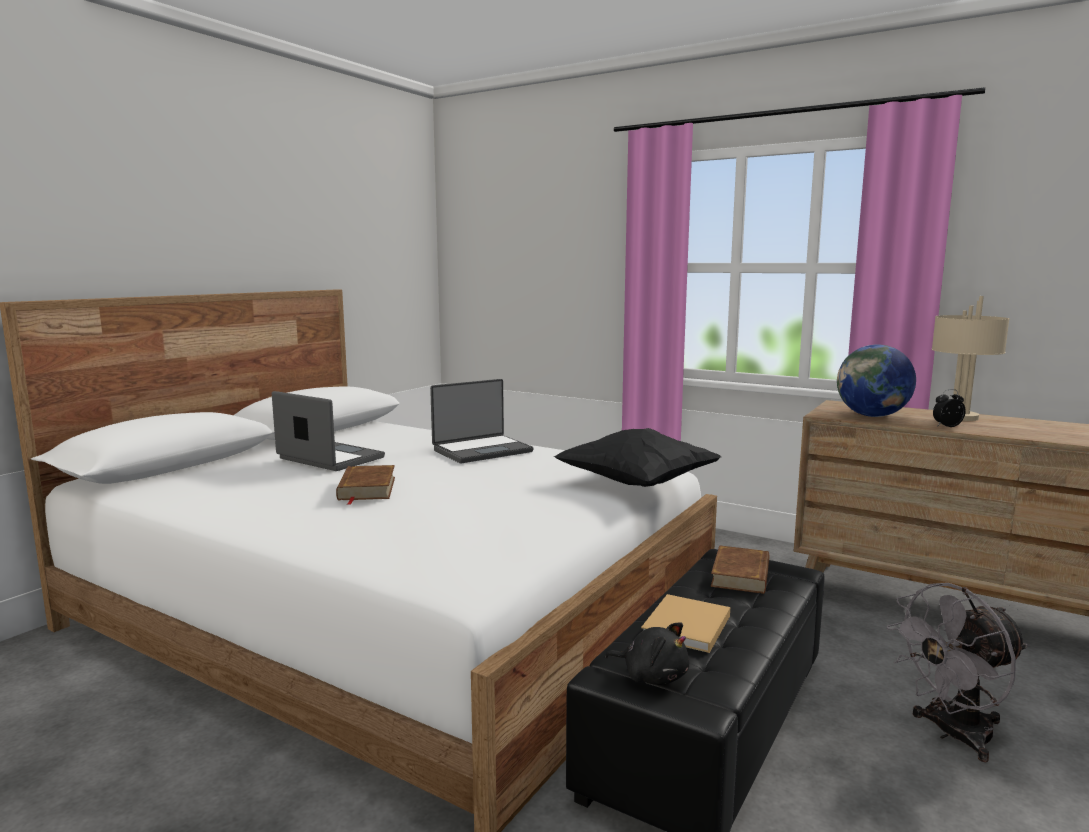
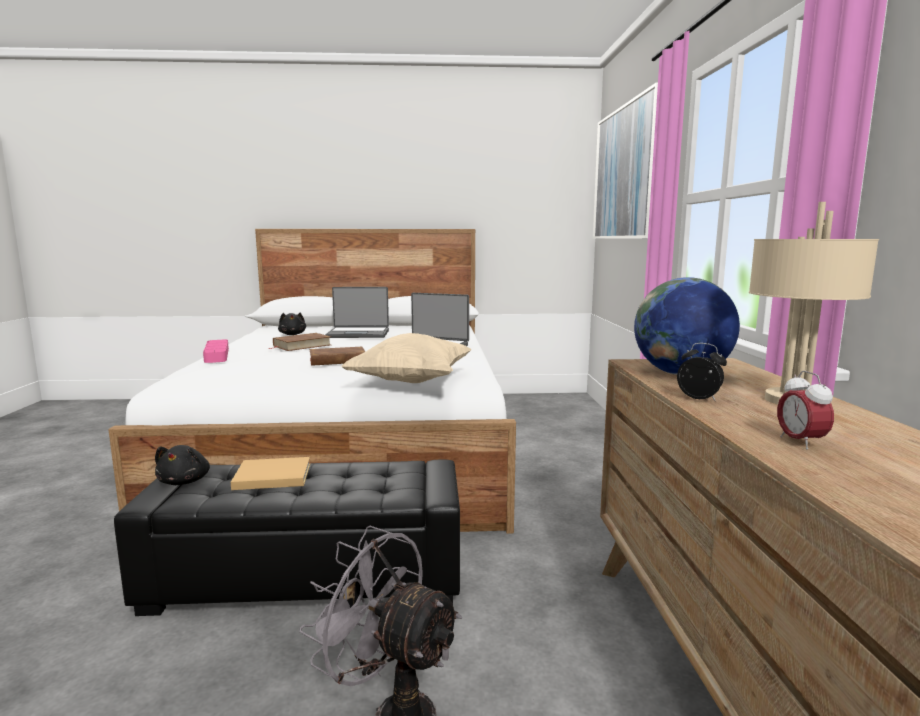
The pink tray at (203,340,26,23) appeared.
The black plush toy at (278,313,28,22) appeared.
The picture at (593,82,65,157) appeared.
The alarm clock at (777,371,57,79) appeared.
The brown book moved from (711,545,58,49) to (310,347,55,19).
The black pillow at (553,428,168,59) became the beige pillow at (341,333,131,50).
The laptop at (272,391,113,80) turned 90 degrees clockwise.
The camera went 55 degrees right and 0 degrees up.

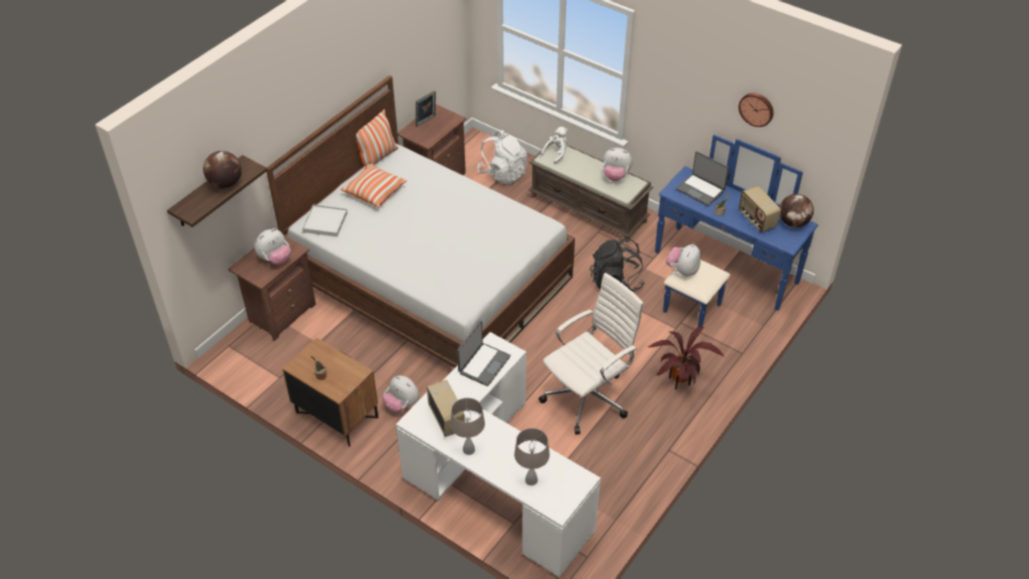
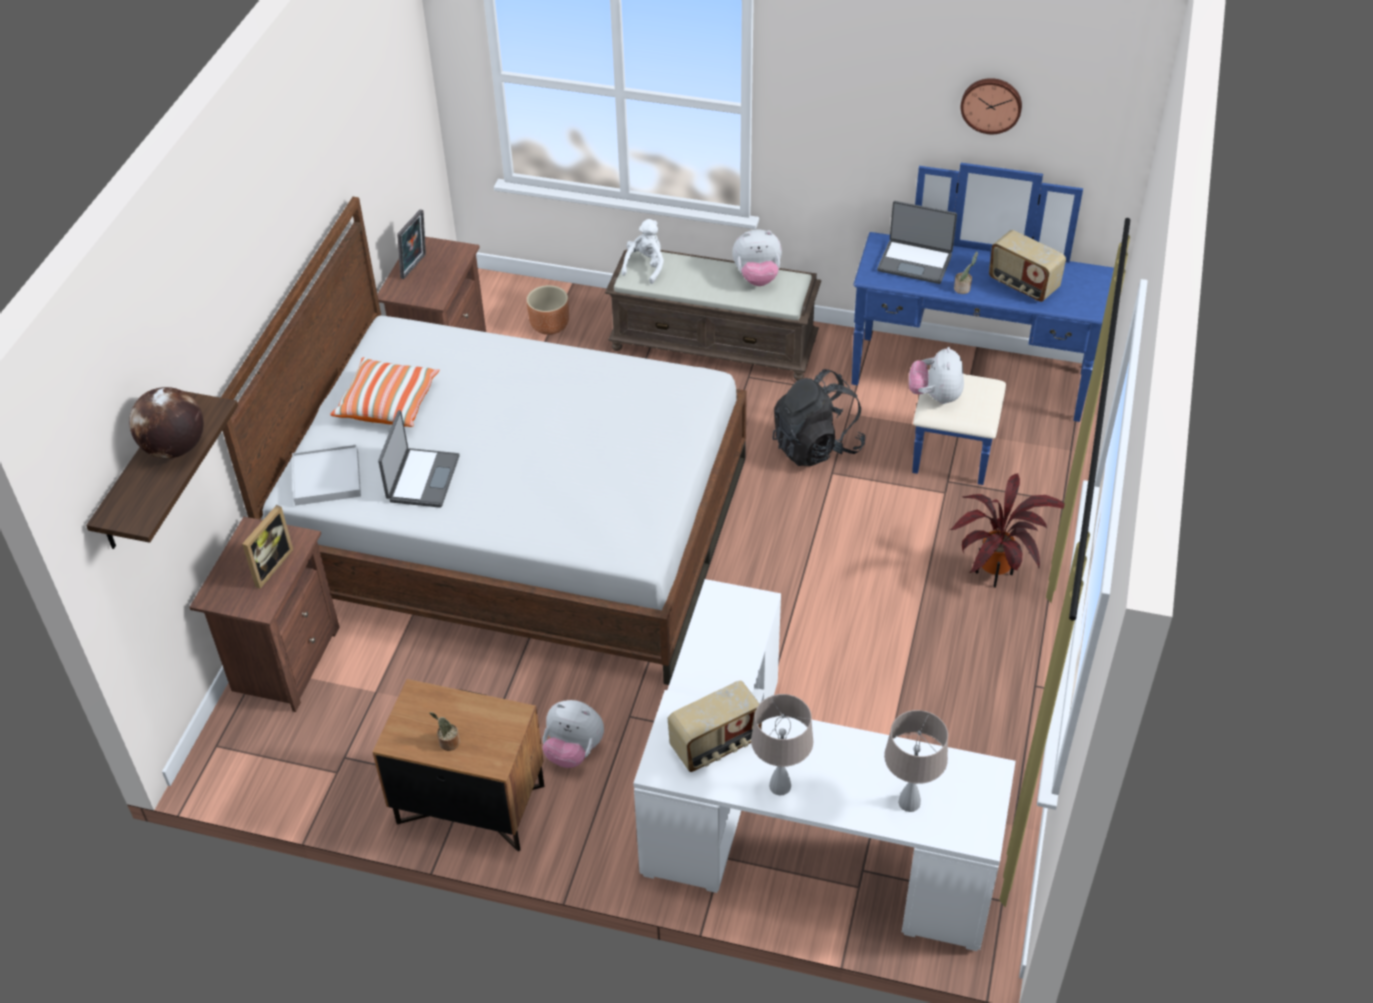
The pillow at (356,109,42,61) disappeared.
The white office chair at (539,273,105,161) disappeared.
The globe at (780,194,34,33) disappeared.
The laptop moved from (457,321,54,65) to (378,410,82,98).
The plush toy at (254,228,37,37) was replaced by the picture frame at (242,505,51,84).
The white backpack at (477,130,51,55) was replaced by the brown planter at (526,285,43,50).
The radio at (427,380,38,57) turned 105 degrees clockwise.
The camera went 20 degrees left and 0 degrees up.

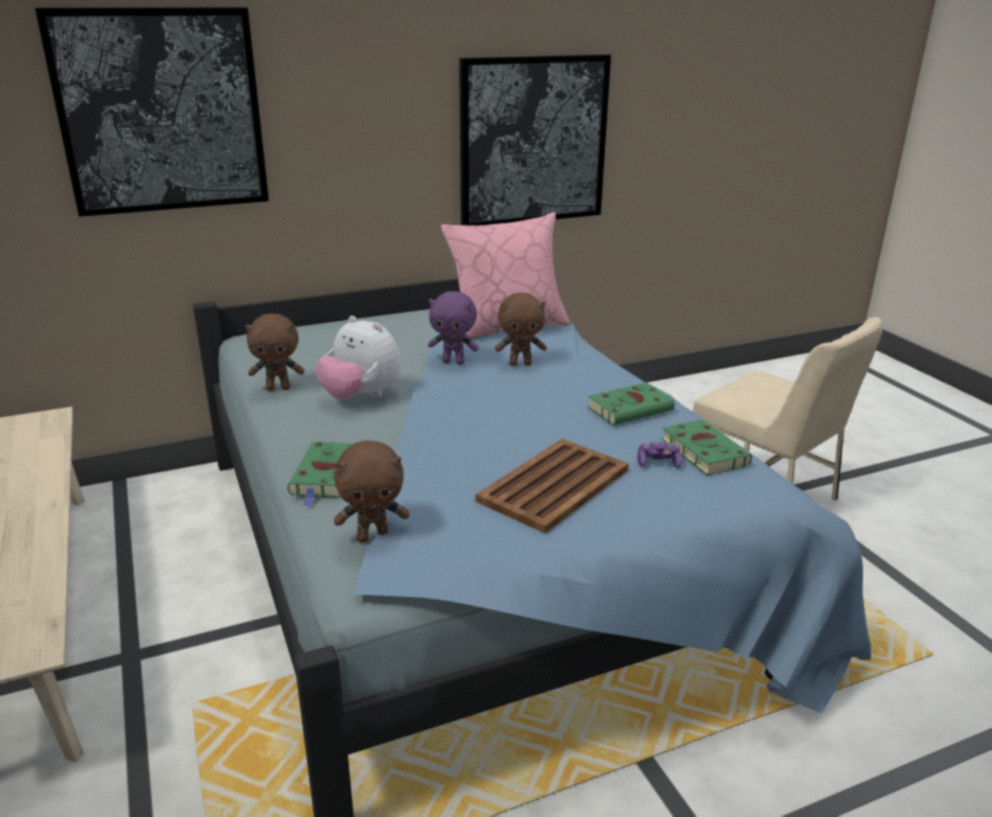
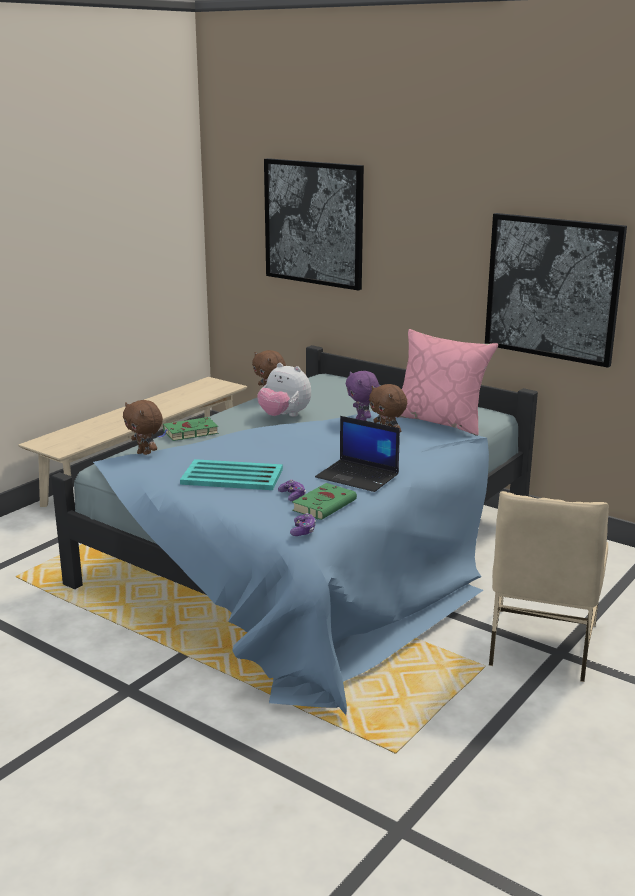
The game controller at (290,513,26,23) appeared.
The green book at (587,383,88,42) was replaced by the laptop at (315,416,85,76).
The brown tray at (475,439,154,94) became the turquoise tray at (180,459,103,31).
The plush toy at (316,316,85,84) turned 60 degrees counterclockwise.
The camera went 60 degrees right and 5 degrees down.

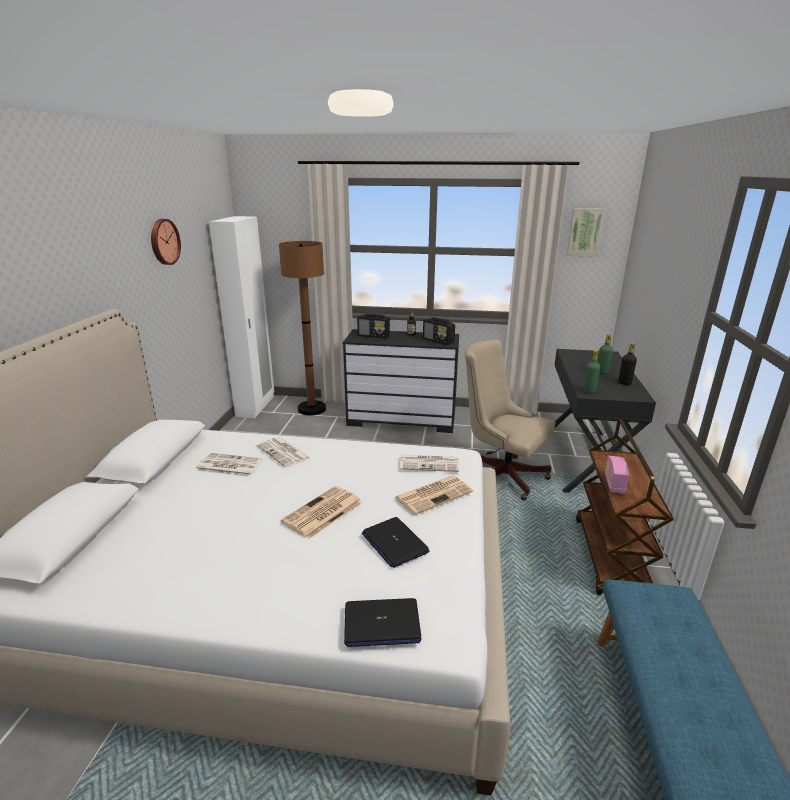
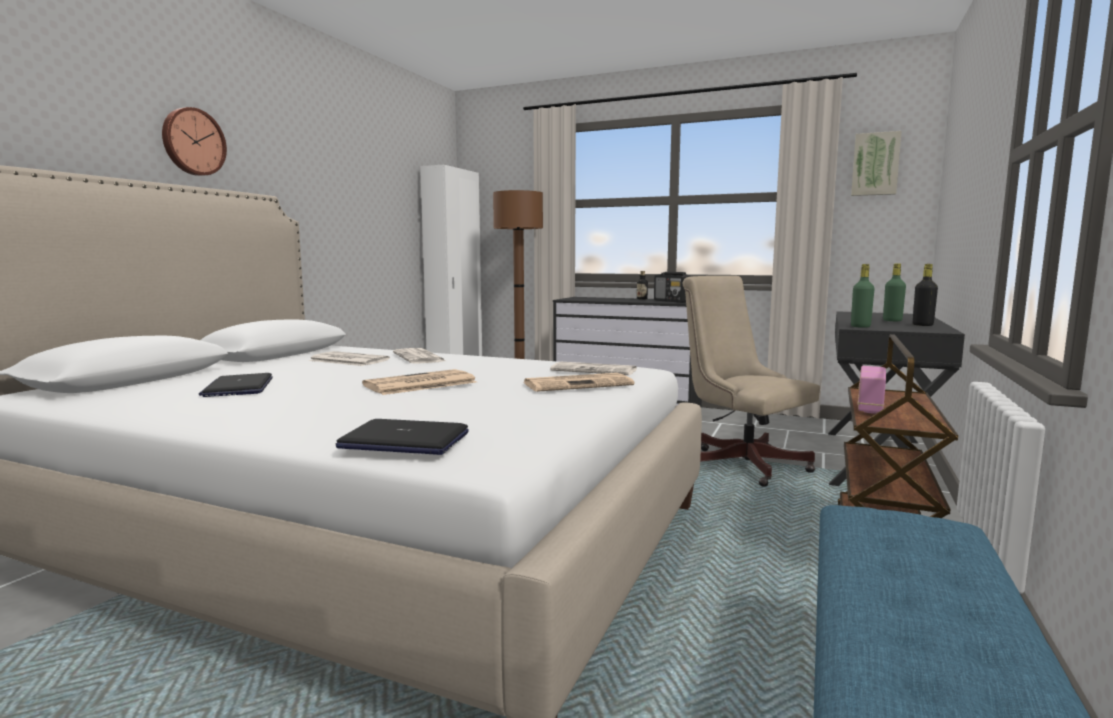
The radio at (357,314,33,25) disappeared.
The wall clock moved from (151,219,30,46) to (162,107,65,69).
The laptop moved from (362,517,68,51) to (199,373,74,24).
The camera went 15 degrees right and 15 degrees down.

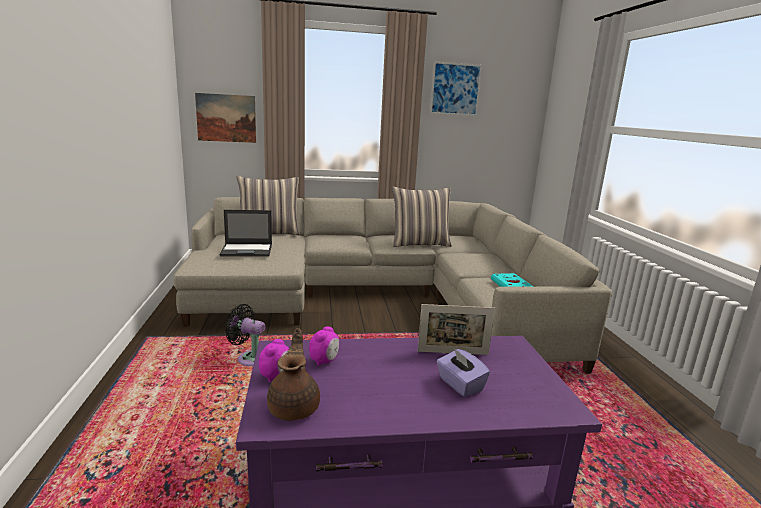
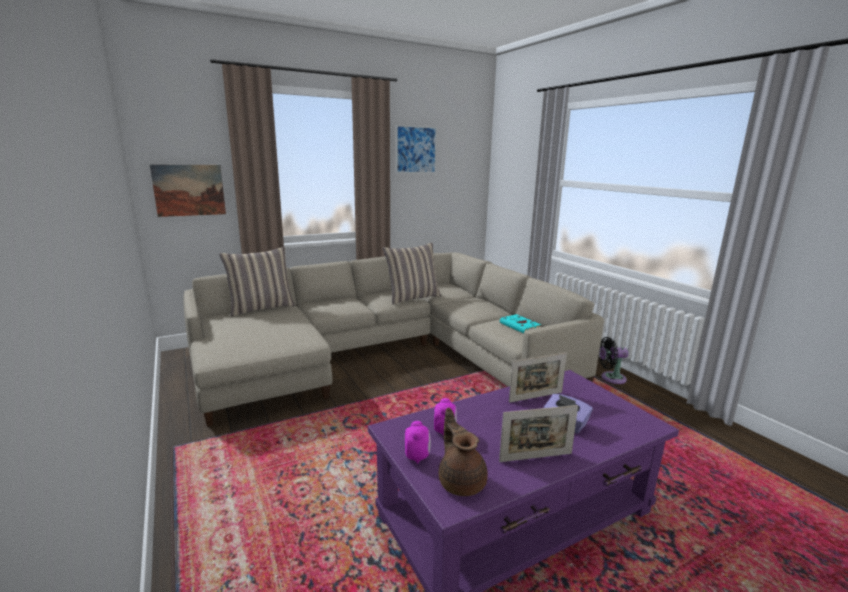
The laptop at (219,210,53,47) disappeared.
The picture frame at (499,405,79,57) appeared.
The black fan moved from (225,304,40,62) to (598,337,31,47).
The camera went 20 degrees left and 0 degrees up.

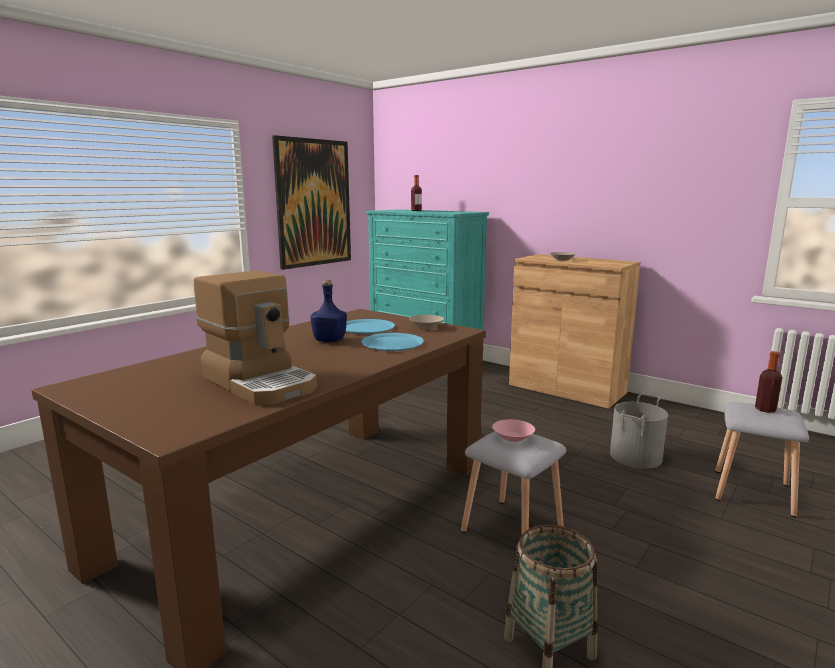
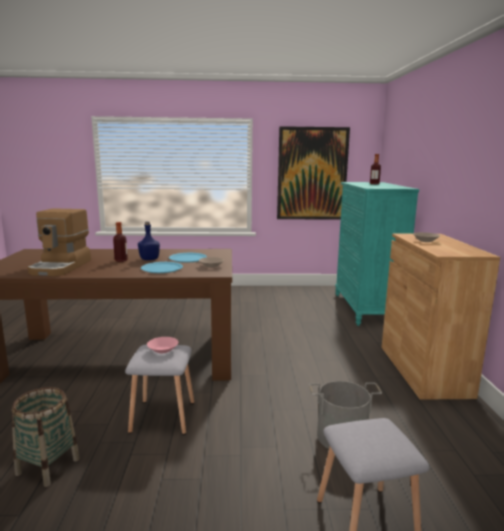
The bottle moved from (755,351,27,62) to (113,222,15,40).
The camera went 50 degrees right and 0 degrees up.

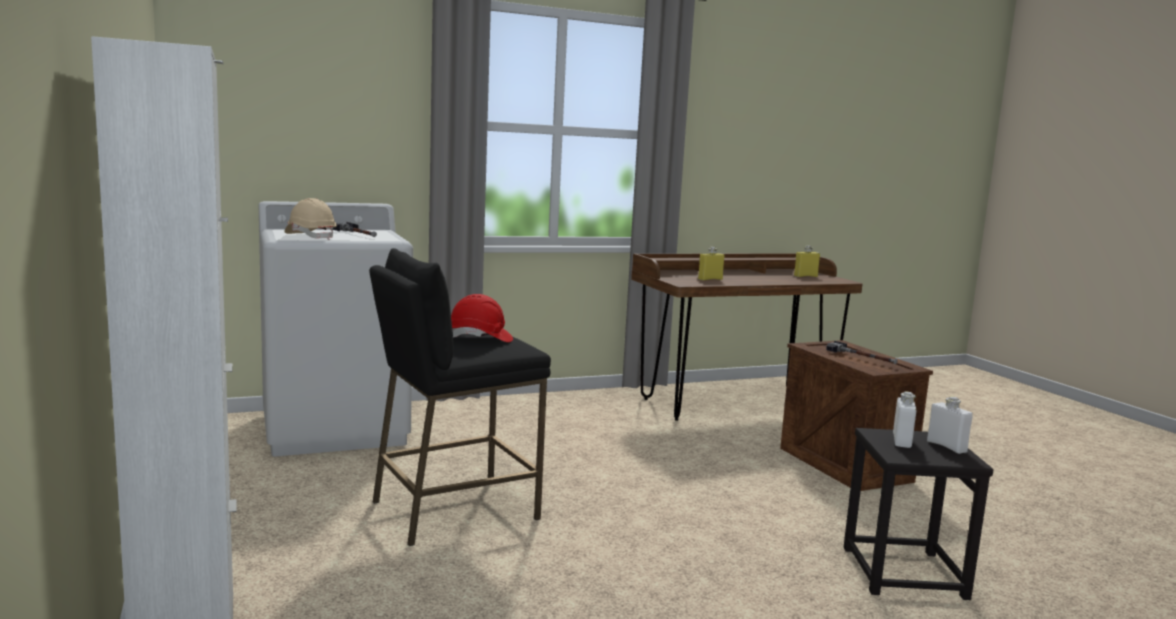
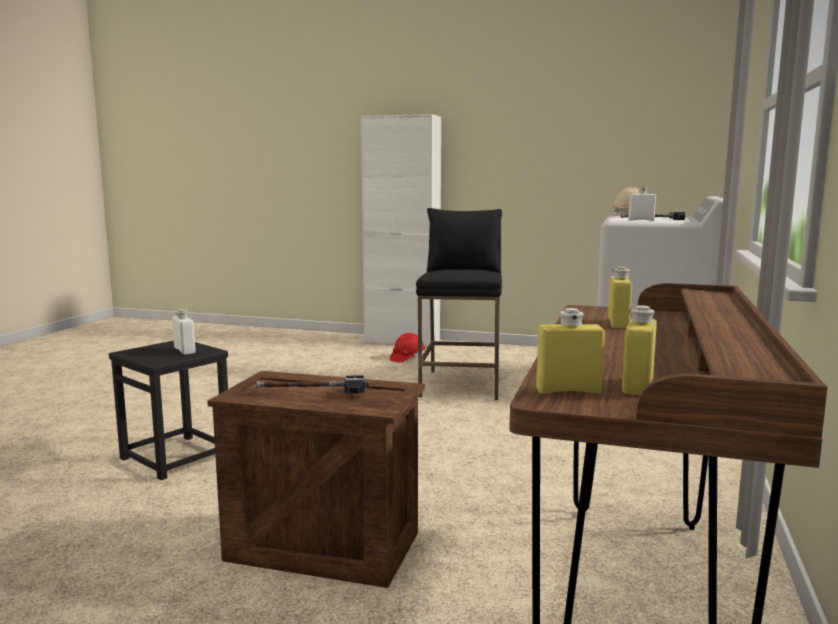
The yellow bottle at (536,308,69,86) appeared.
The red hard hat moved from (451,294,62,48) to (390,333,35,30).
The white bottle moved from (927,397,46,57) to (628,187,28,34).
The camera went 130 degrees right and 0 degrees up.

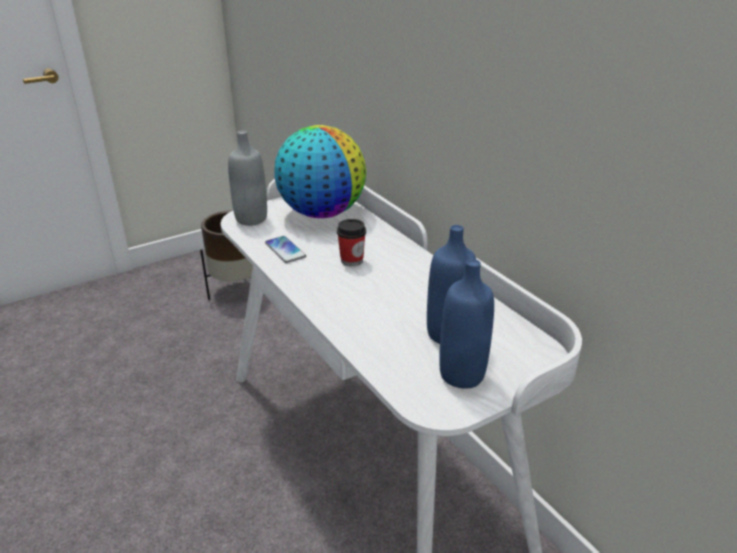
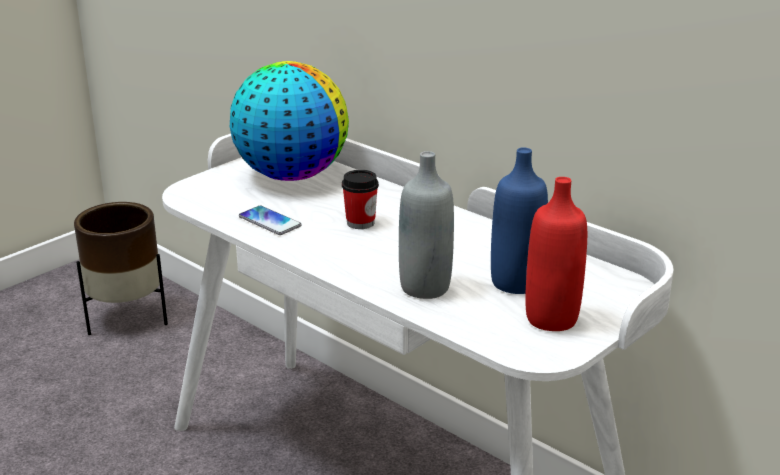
The grey bottle moved from (228,131,39,95) to (399,151,55,148).
The blue bottle at (439,259,55,130) became the red bottle at (525,177,62,154).
The camera went 15 degrees left and 5 degrees down.

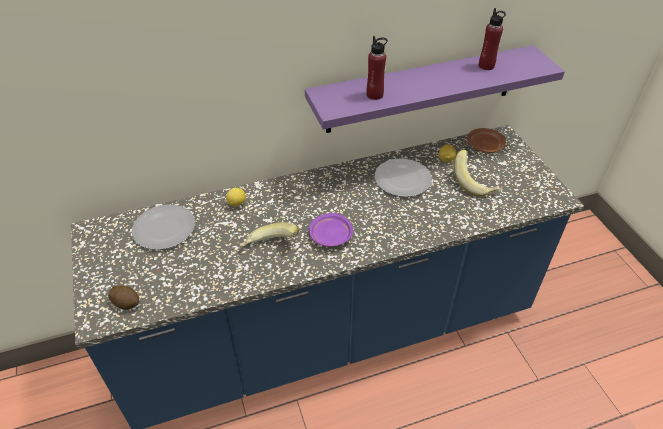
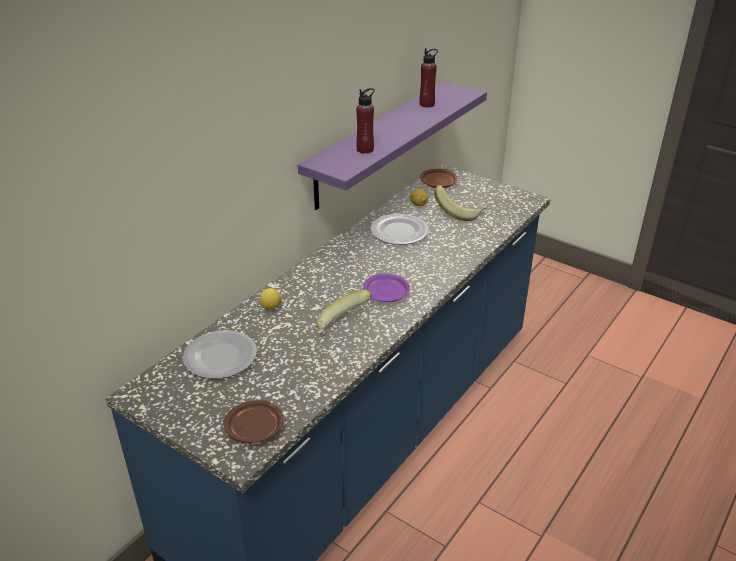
The potato at (108,286,31,24) was replaced by the brown plate at (223,400,60,43).
The camera went 35 degrees left and 10 degrees down.

